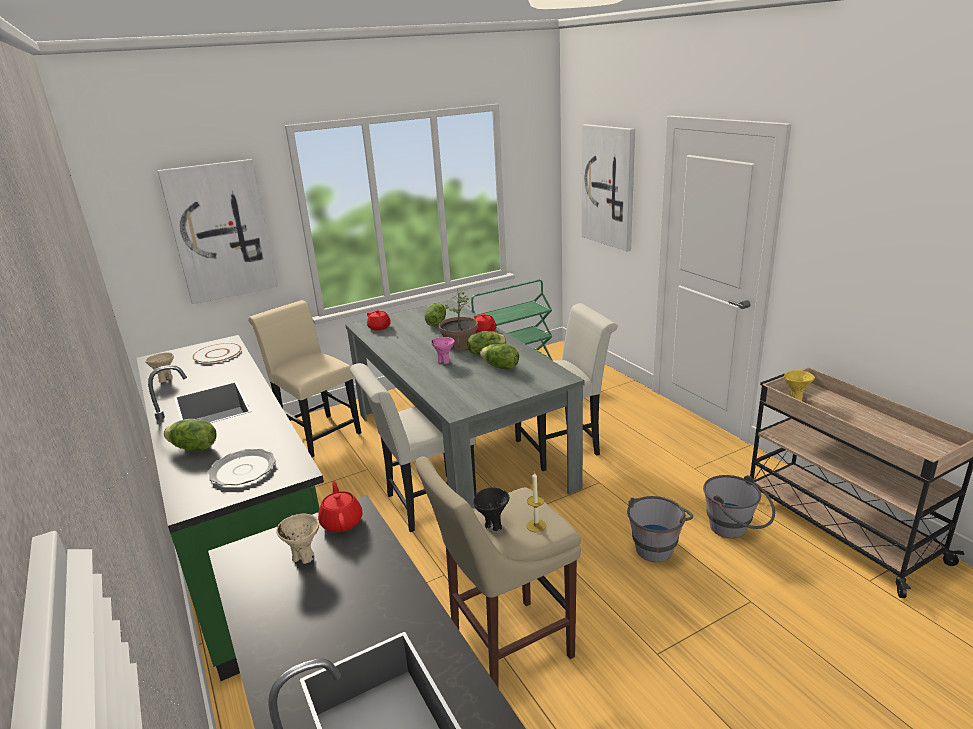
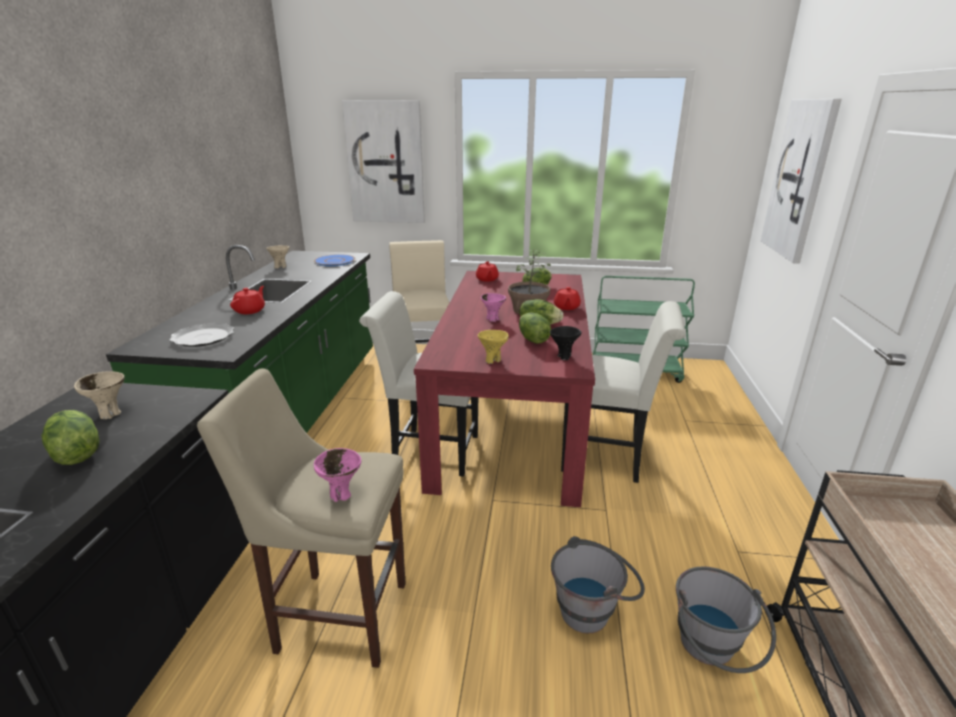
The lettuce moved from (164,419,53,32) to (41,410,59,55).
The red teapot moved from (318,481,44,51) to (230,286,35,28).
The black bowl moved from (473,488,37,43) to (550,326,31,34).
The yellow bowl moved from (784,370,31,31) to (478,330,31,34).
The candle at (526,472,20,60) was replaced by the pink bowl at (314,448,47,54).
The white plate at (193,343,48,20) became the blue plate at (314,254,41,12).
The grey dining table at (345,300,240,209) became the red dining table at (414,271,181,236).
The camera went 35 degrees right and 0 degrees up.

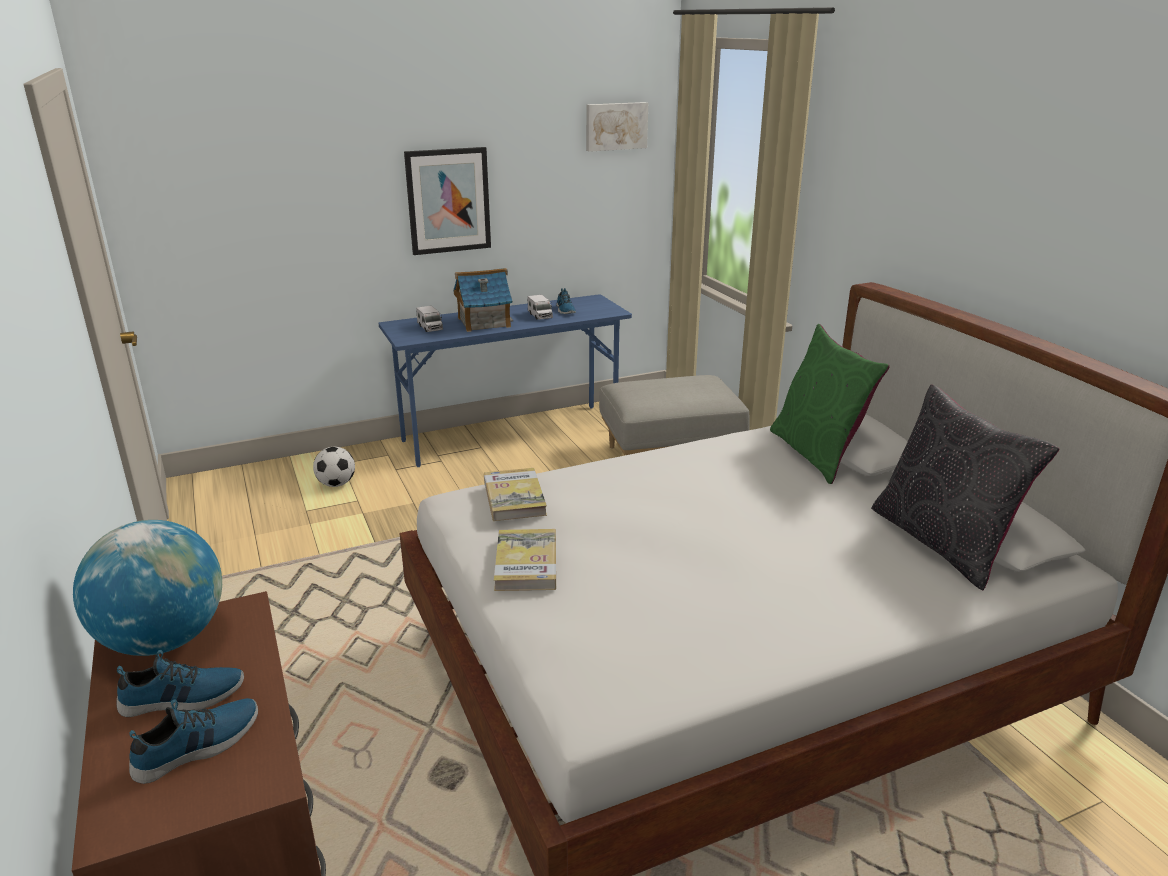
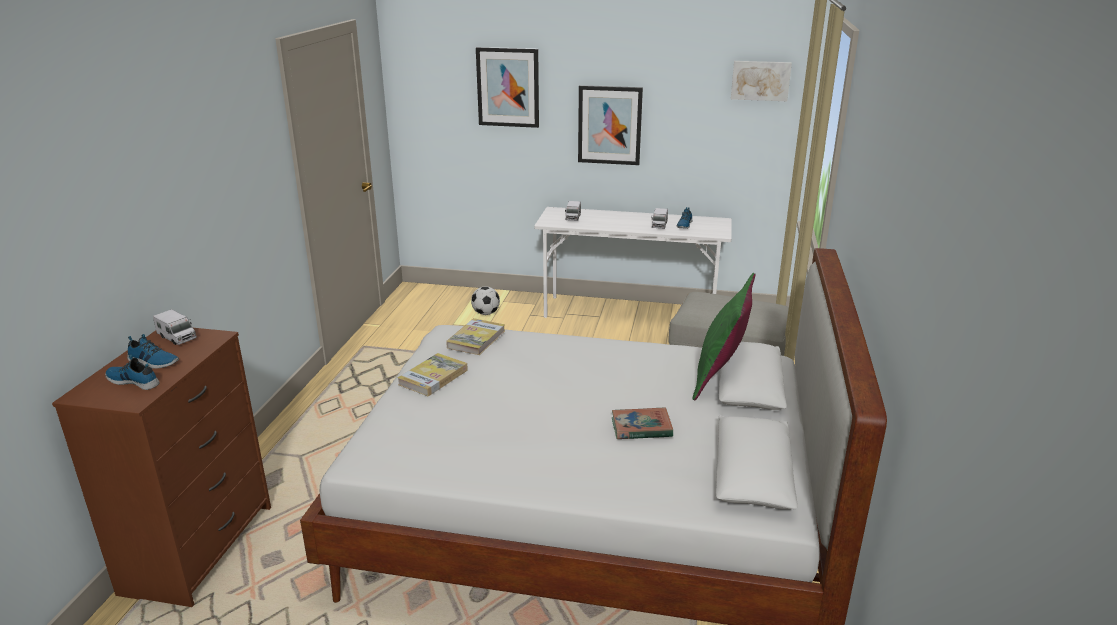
The toy house at (453,268,60,64) disappeared.
The black pillow at (871,384,188,206) disappeared.
The picture at (476,47,63,81) appeared.
The book at (612,407,61,32) appeared.
The globe at (73,520,149,136) was replaced by the toy truck at (153,309,44,36).
The blue desk at (378,294,254,173) became the white desk at (534,207,198,111).
The shoe at (129,698,129,86) turned 150 degrees counterclockwise.
The camera went 35 degrees right and 0 degrees up.

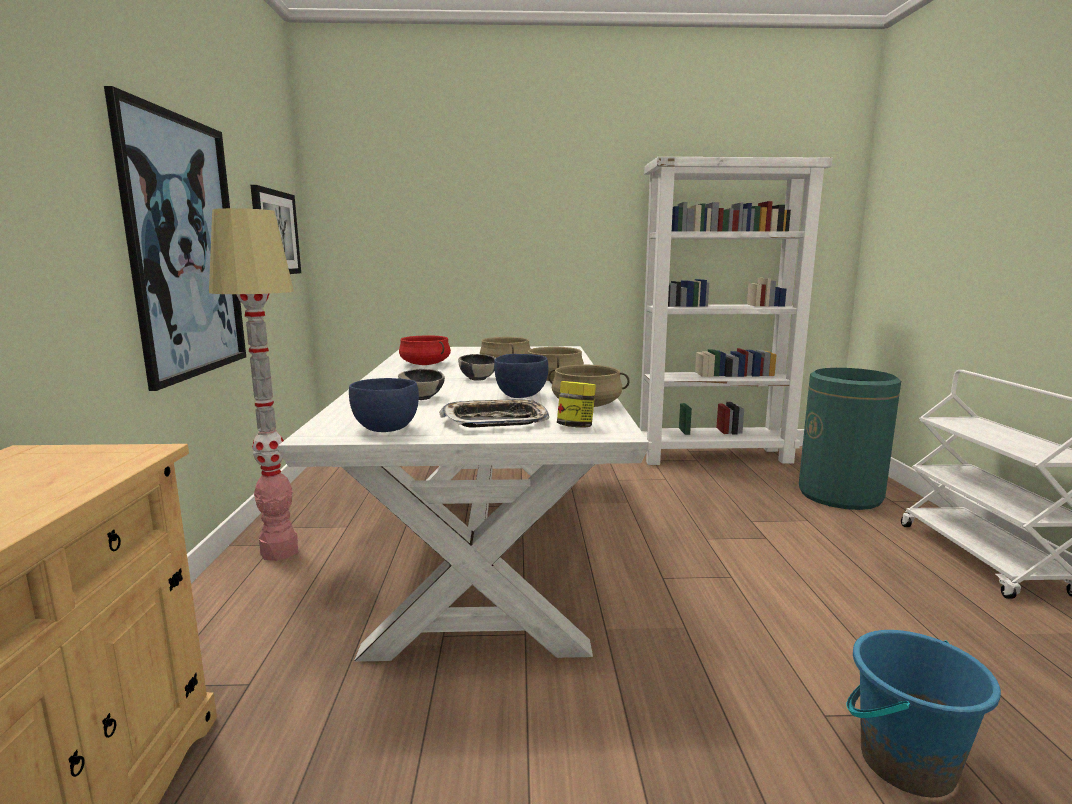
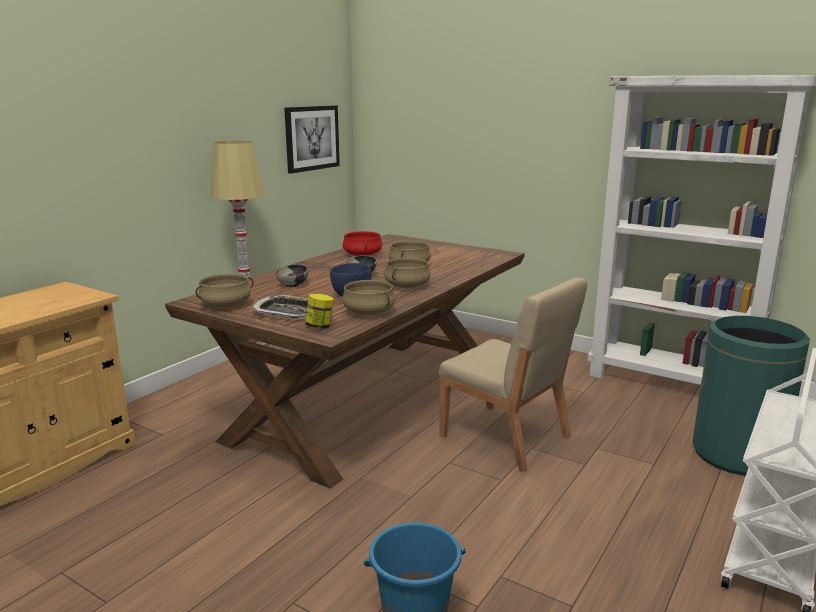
The picture at (104,86,142,305) disappeared.
The beige chair at (439,278,148,194) appeared.
The blue bowl at (349,378,70,54) was replaced by the beige cooking pot at (196,274,58,34).
The white dining table at (278,346,371,316) became the brown dining table at (165,234,360,255).
The camera went 35 degrees right and 5 degrees up.

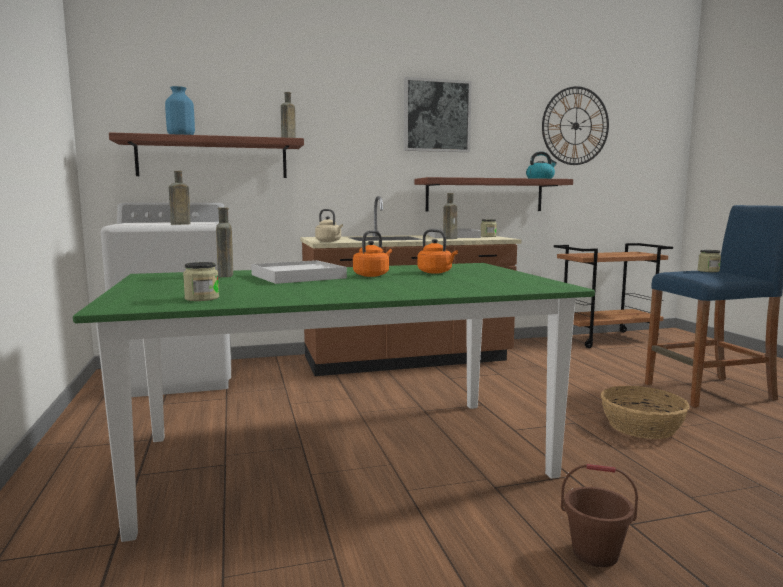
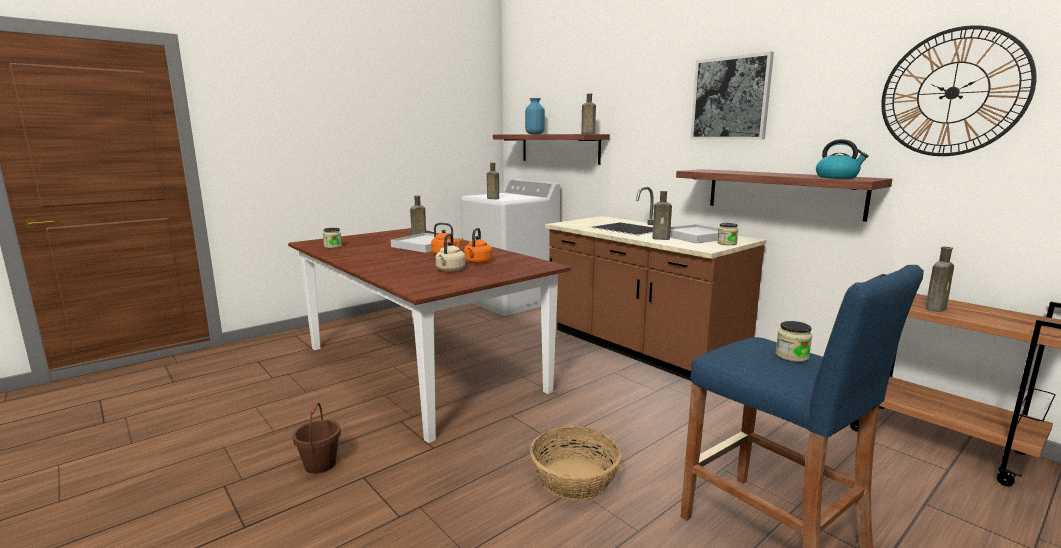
The brown bottle at (926,247,28,65) appeared.
The beige kettle moved from (315,209,28,33) to (436,233,30,39).
The green dining table at (73,263,522,279) became the brown dining table at (288,228,283,215).
The camera went 65 degrees right and 5 degrees up.

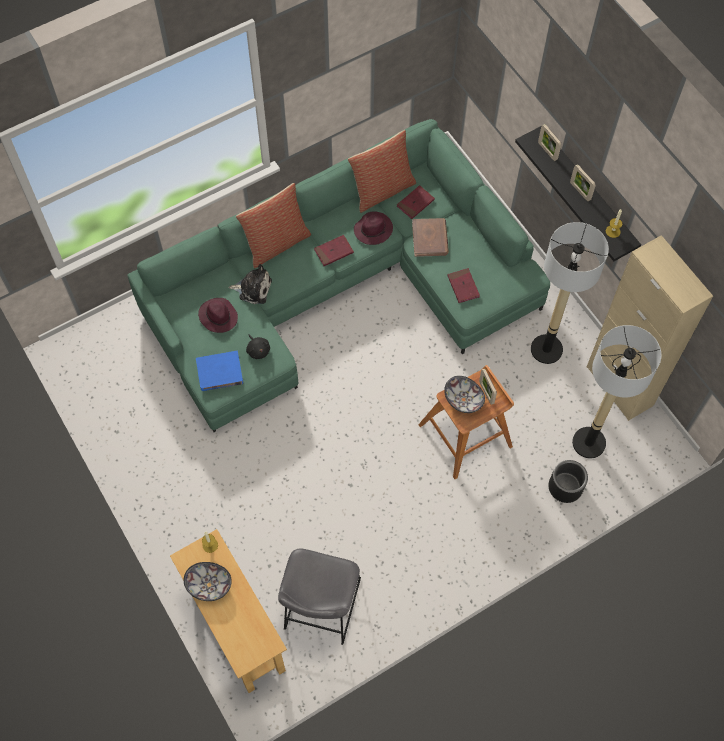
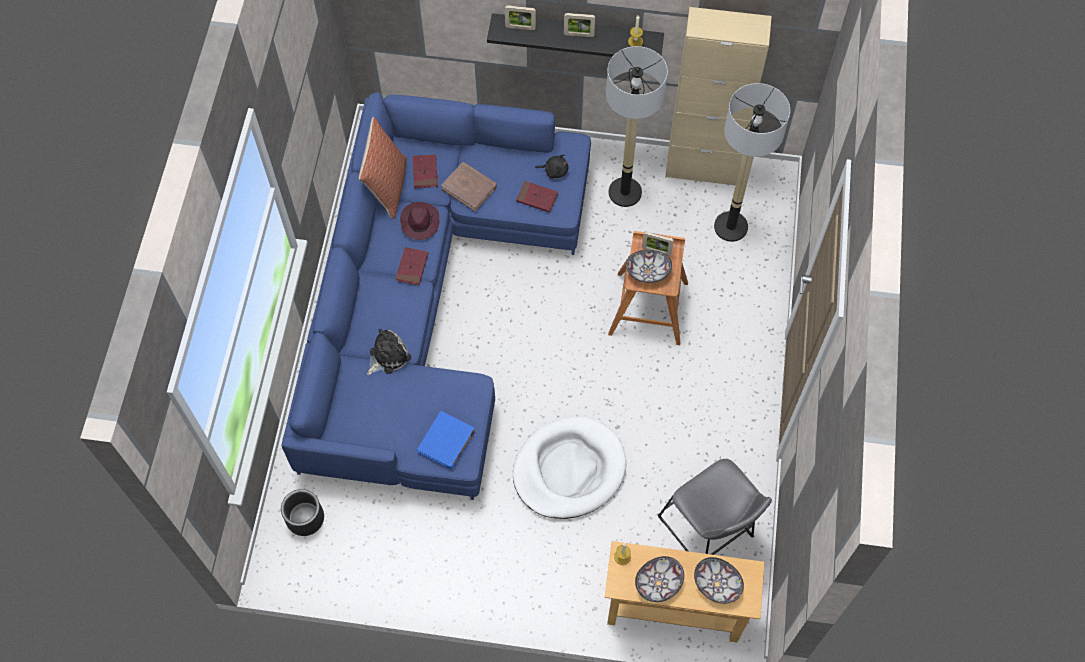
The purple hat at (198,298,40,35) disappeared.
The pillow at (236,183,75,85) disappeared.
The white dog bed at (513,416,113,103) appeared.
The bowl at (694,557,50,47) appeared.
The black plush toy moved from (246,334,24,25) to (535,154,34,25).
The black planter moved from (549,460,39,43) to (281,489,43,47).
The green sofa at (127,119,423,313) became the blue sofa at (282,92,309,408).
The camera went 50 degrees left and 0 degrees up.

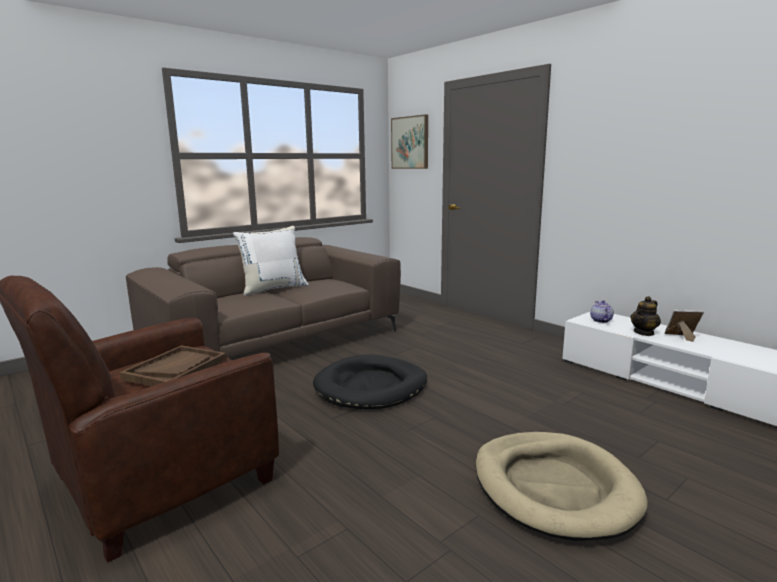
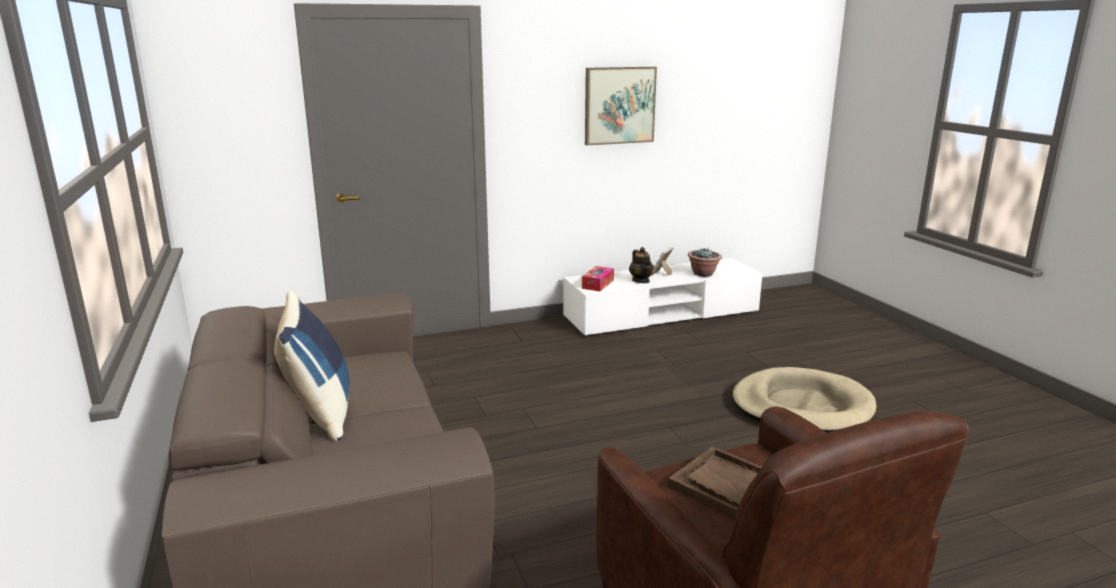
The black dog bed at (313,354,114,55) disappeared.
The potted plant at (688,248,34,29) appeared.
The picture moved from (391,114,37,55) to (585,67,72,78).
The teapot at (590,300,24,23) was replaced by the tissue box at (582,266,32,25).
The white pillow at (233,226,76,70) became the blue pillow at (274,291,76,151).
The camera went 70 degrees left and 5 degrees up.

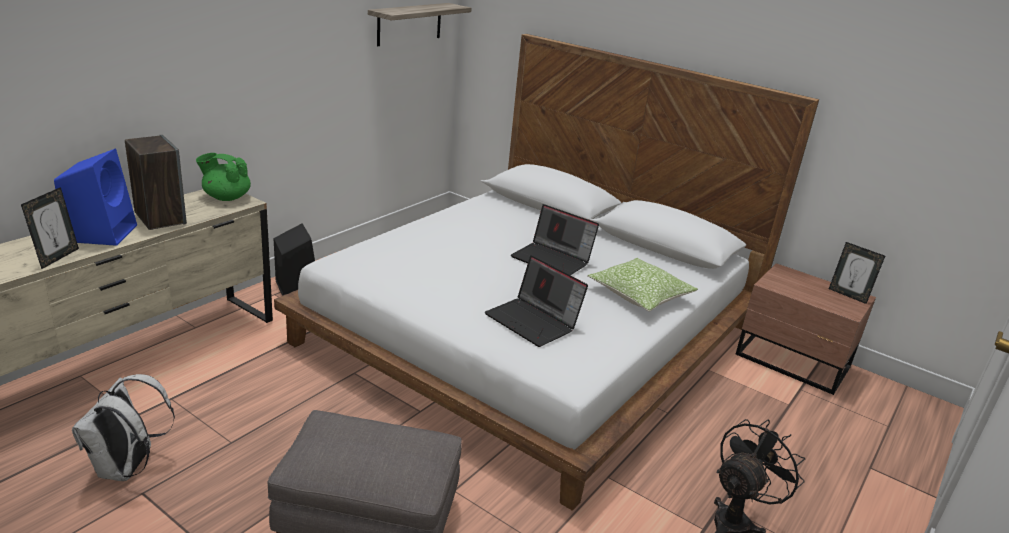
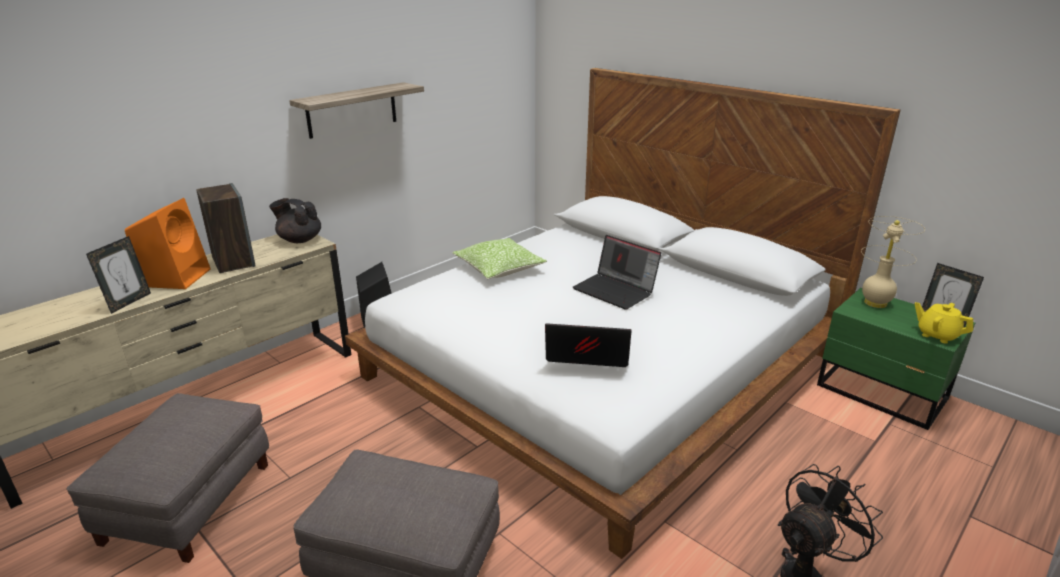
The beige table lamp at (861,216,63,92) appeared.
The yellow teapot at (915,302,58,42) appeared.
The shelf moved from (368,3,104,43) to (289,82,135,57).
The pillow moved from (587,258,111,54) to (452,238,95,41).
The white backpack at (72,374,103,107) was replaced by the grey ottoman at (66,393,203,170).
The blue speaker at (54,149,83,97) became the orange speaker at (125,198,86,91).
The green teapot at (196,153,55,48) became the black teapot at (269,198,52,45).
The brown nightstand at (736,263,140,132) became the green nightstand at (817,288,158,142).
The laptop at (485,255,103,92) turned 135 degrees clockwise.
The camera went 10 degrees right and 0 degrees up.

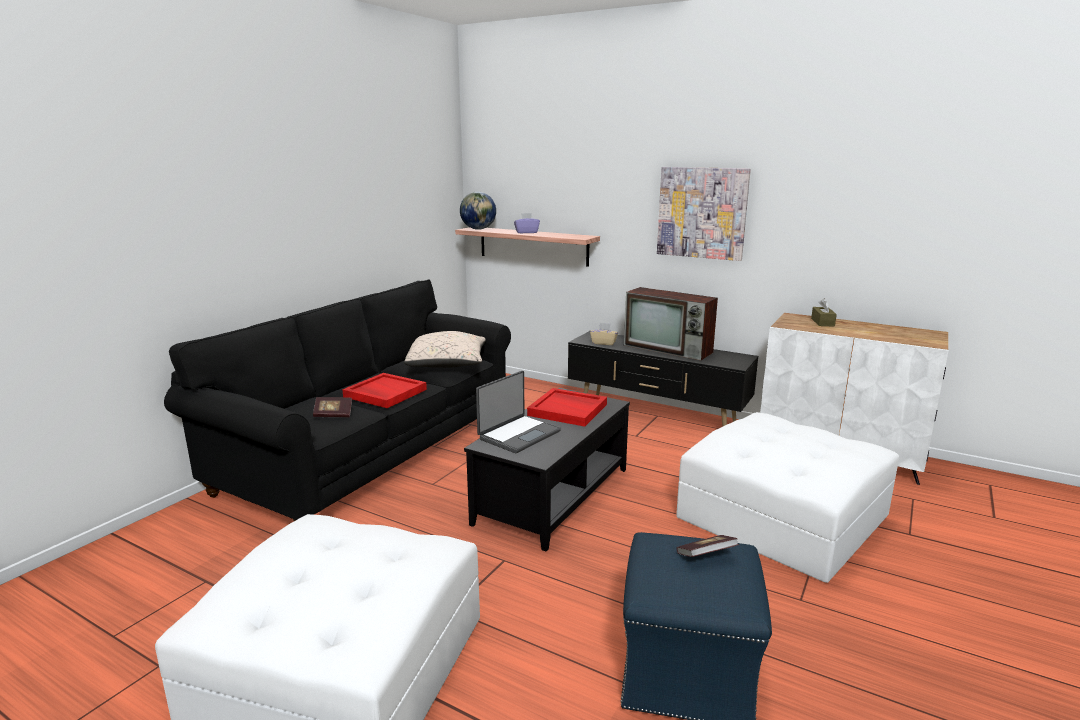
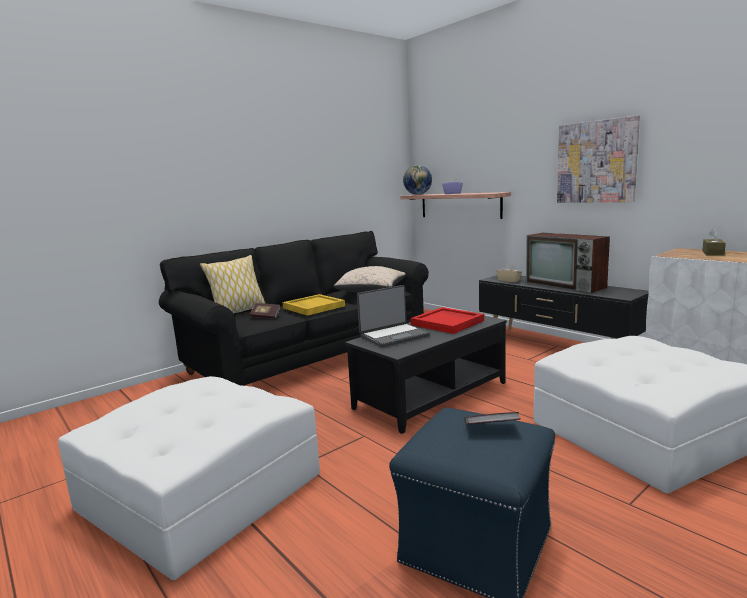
The pillow at (200,255,66,59) appeared.
The red tray at (342,373,85,35) became the yellow tray at (283,294,62,22).
The camera went 20 degrees right and 5 degrees down.

